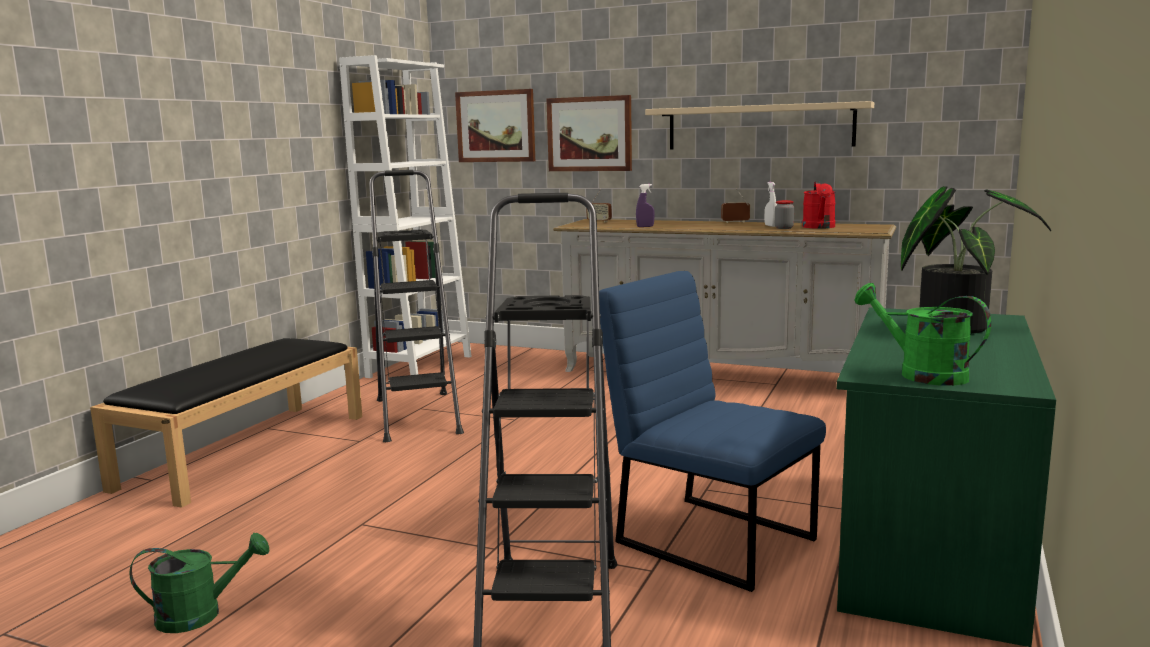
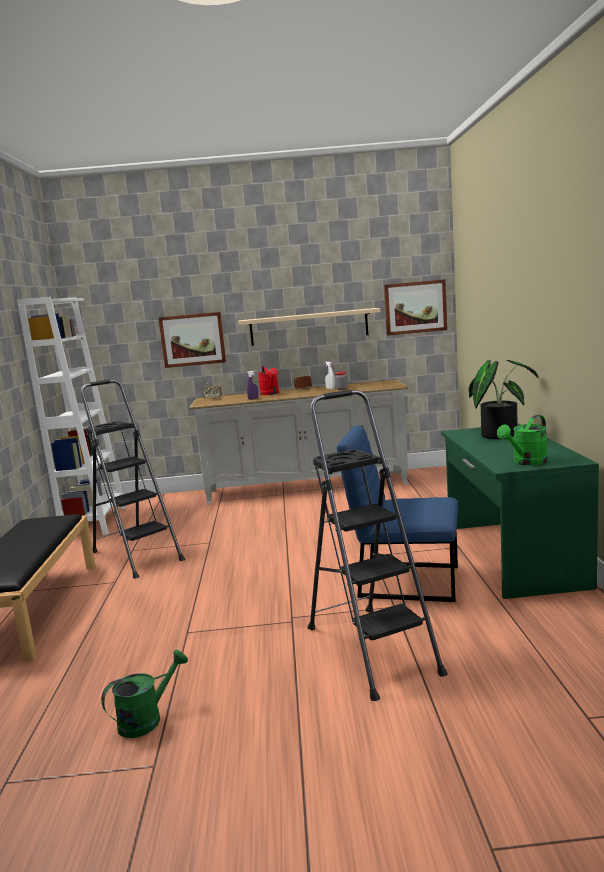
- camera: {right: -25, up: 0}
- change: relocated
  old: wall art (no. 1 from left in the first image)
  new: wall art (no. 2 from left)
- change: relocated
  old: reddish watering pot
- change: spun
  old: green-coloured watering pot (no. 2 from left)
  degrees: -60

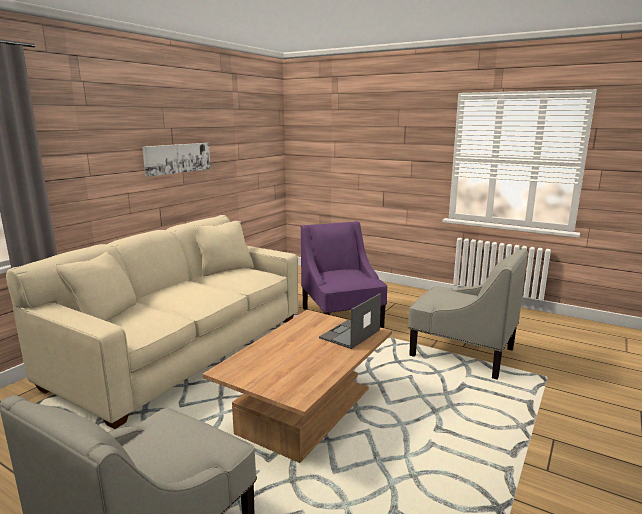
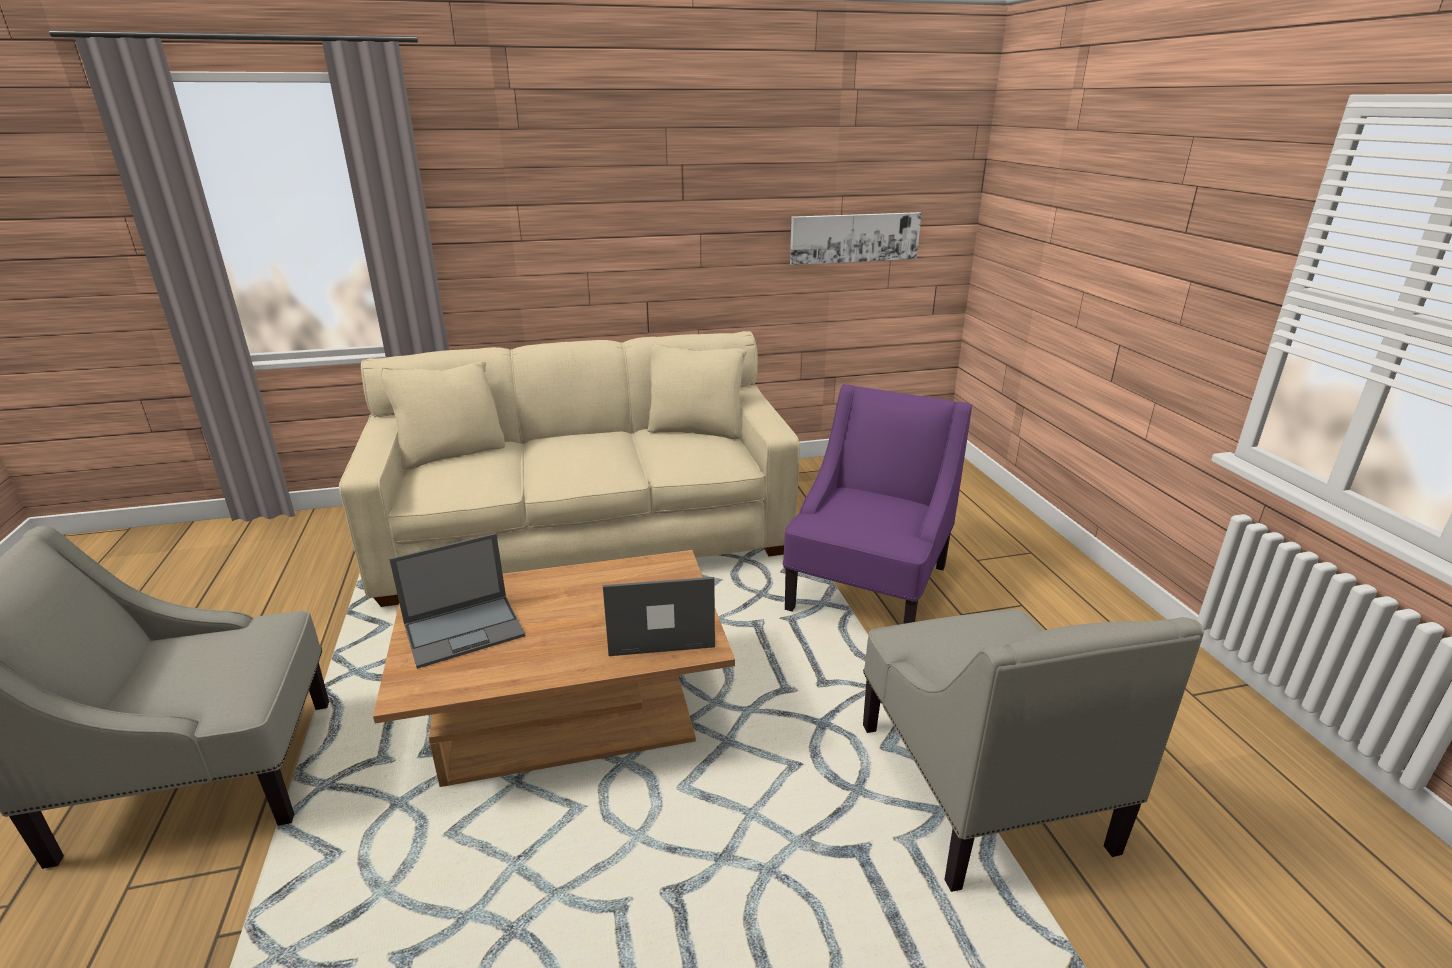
- camera: {right: 45, up: 10}
- change: relocated
  old: wall art
- change: appeared
  new: laptop (no. 1 from left)

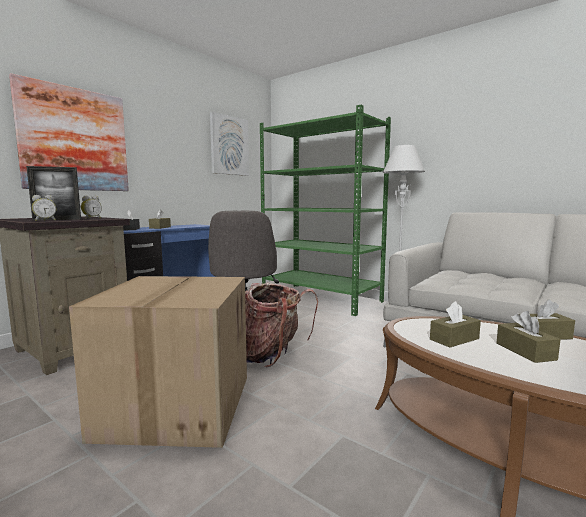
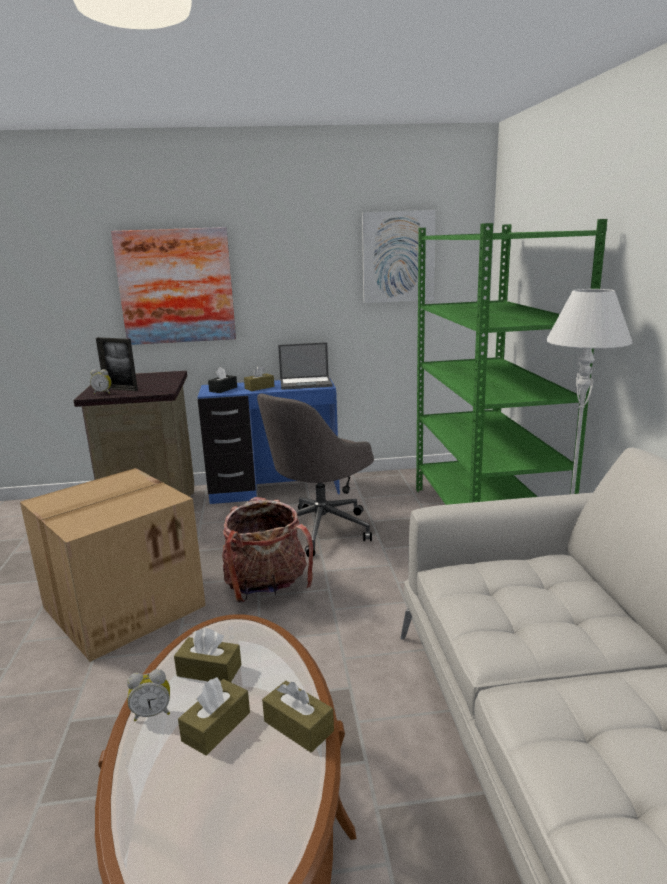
- camera: {right: 45, up: 10}
- change: relocated
  old: bedside clock (no. 2 from left)
- change: appeared
  new: laptop

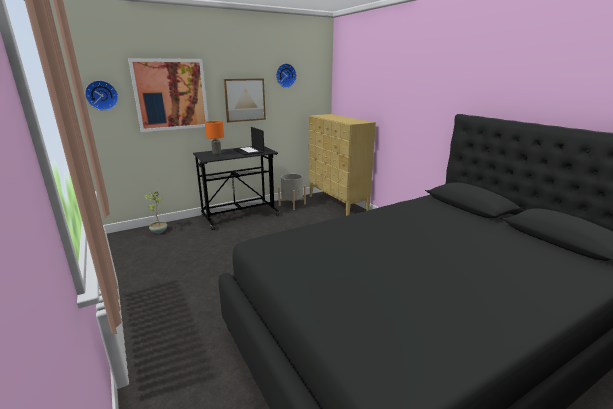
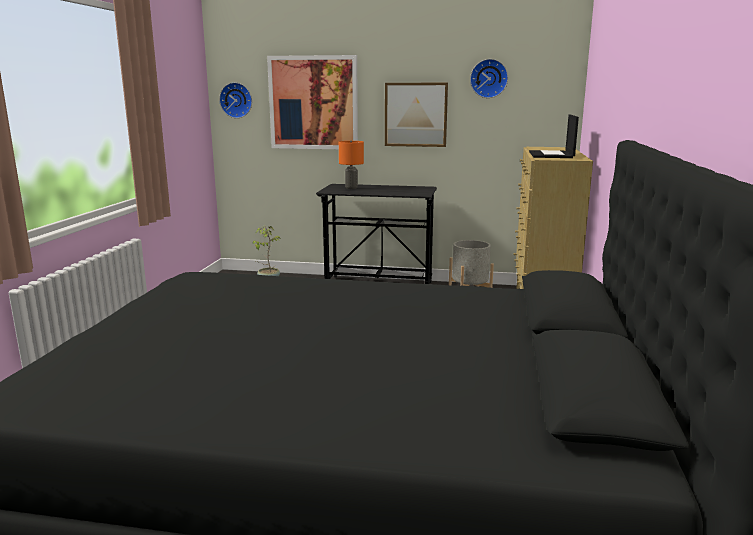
- camera: {right: 40, up: -5}
- change: relocated
  old: laptop

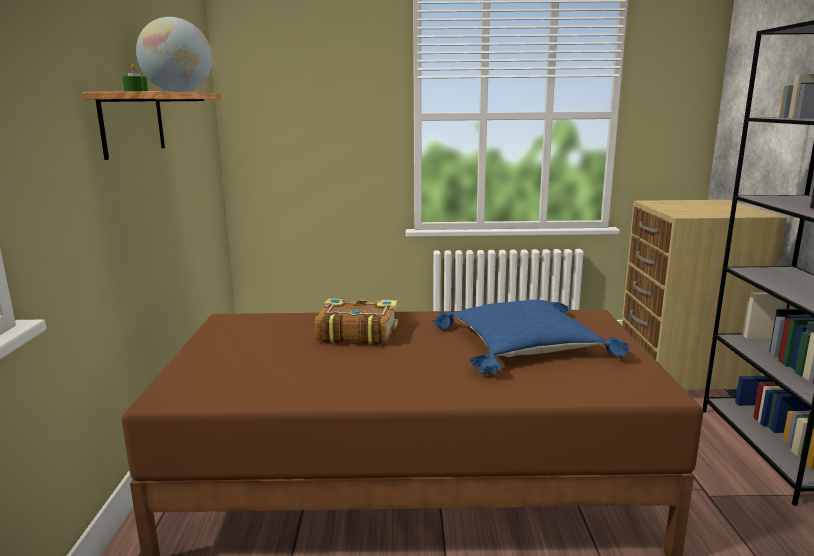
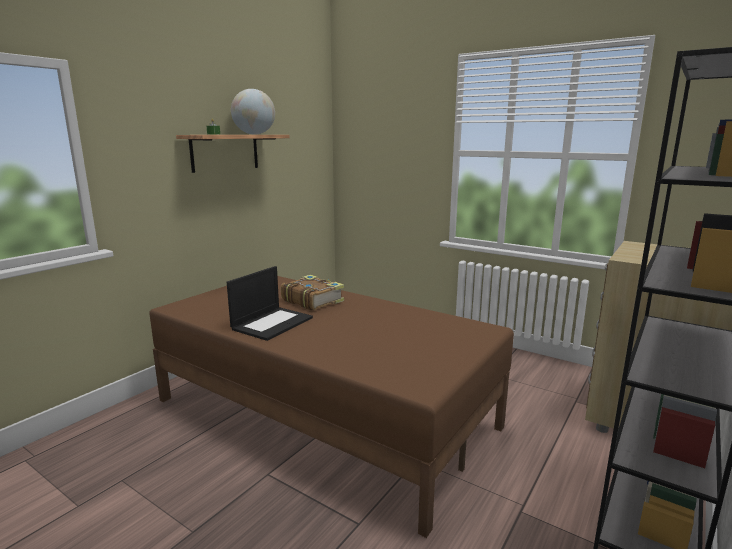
- camera: {right: 35, up: 0}
- change: missing
  old: bluish pillow
- change: appeared
  new: laptop

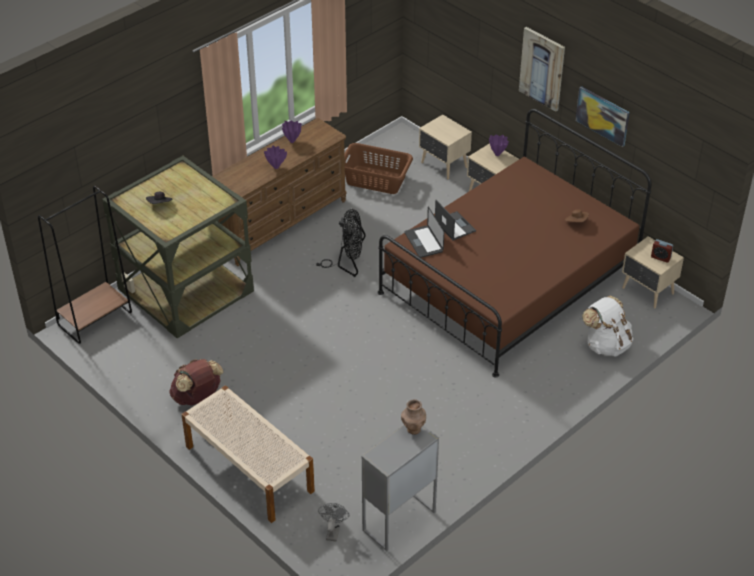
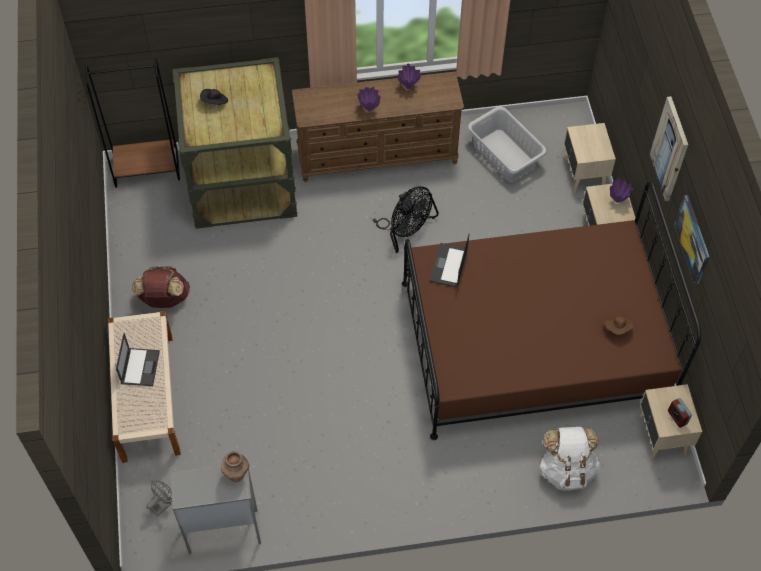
- camera: {right: 35, up: 15}
- change: colour
  old: brownish hamper
  new: gray hamper
- change: relocated
  old: laptop (no. 2 from left in the first image)
  new: laptop (no. 1 from left)

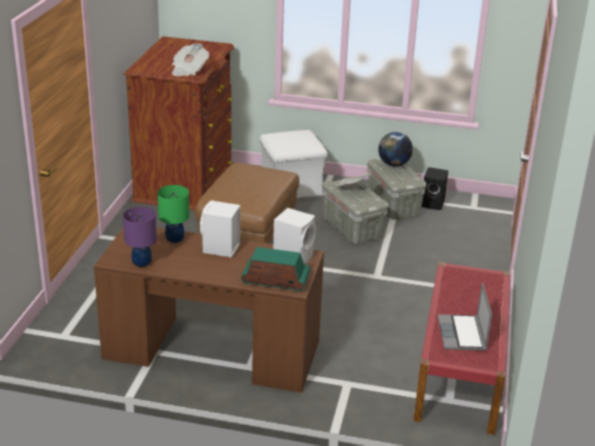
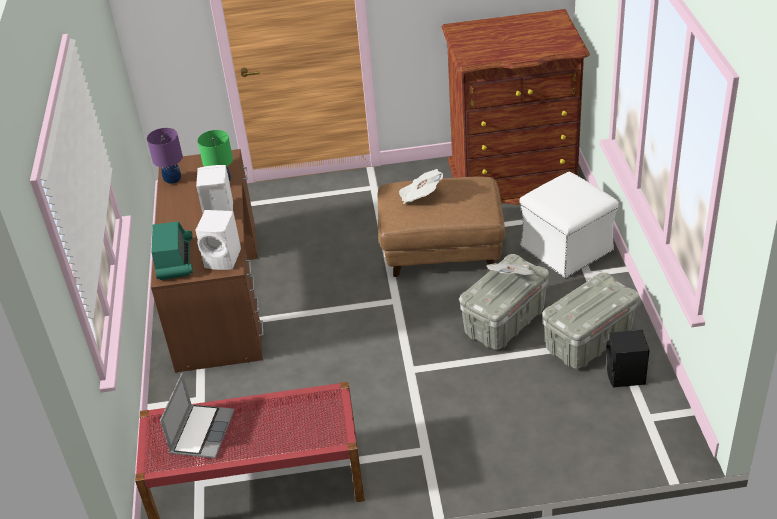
- camera: {right: 75, up: 10}
- change: relocated
  old: printed paper (no. 1 from left)
- change: missing
  old: world globe
- change: spun
  old: laptop
  degrees: 120

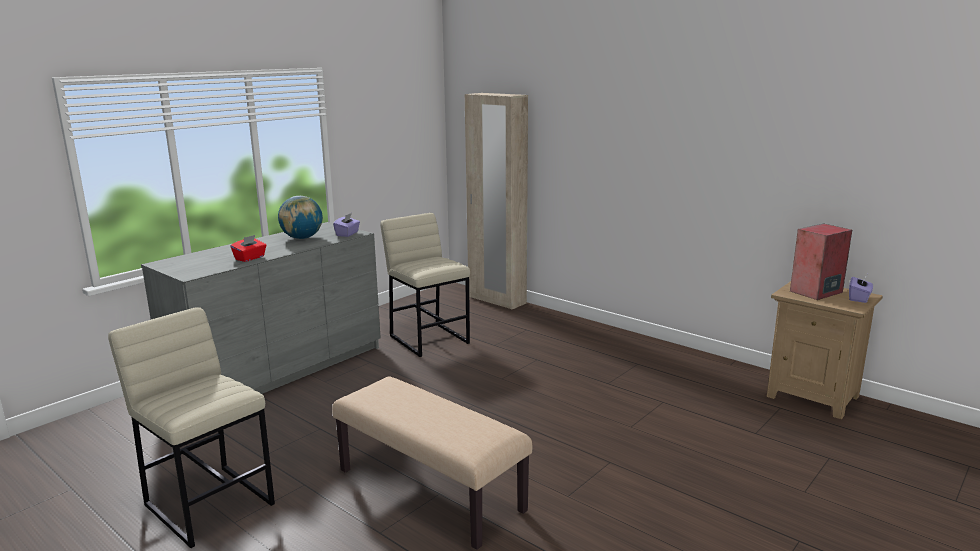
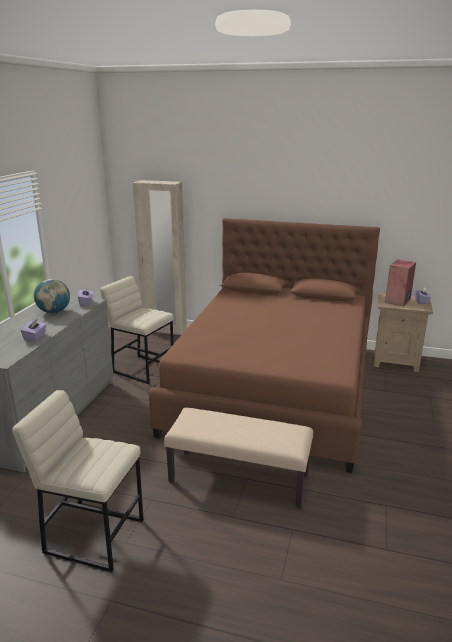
- camera: {right: -25, up: 5}
- change: colour
  old: reddish tissue holder
  new: purplish tissue holder (no. 1 from left)
- change: appeared
  new: brownish bed

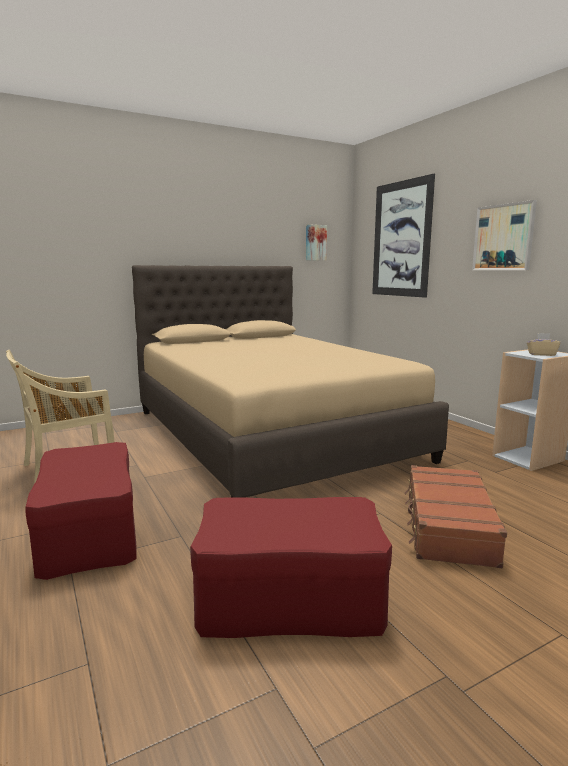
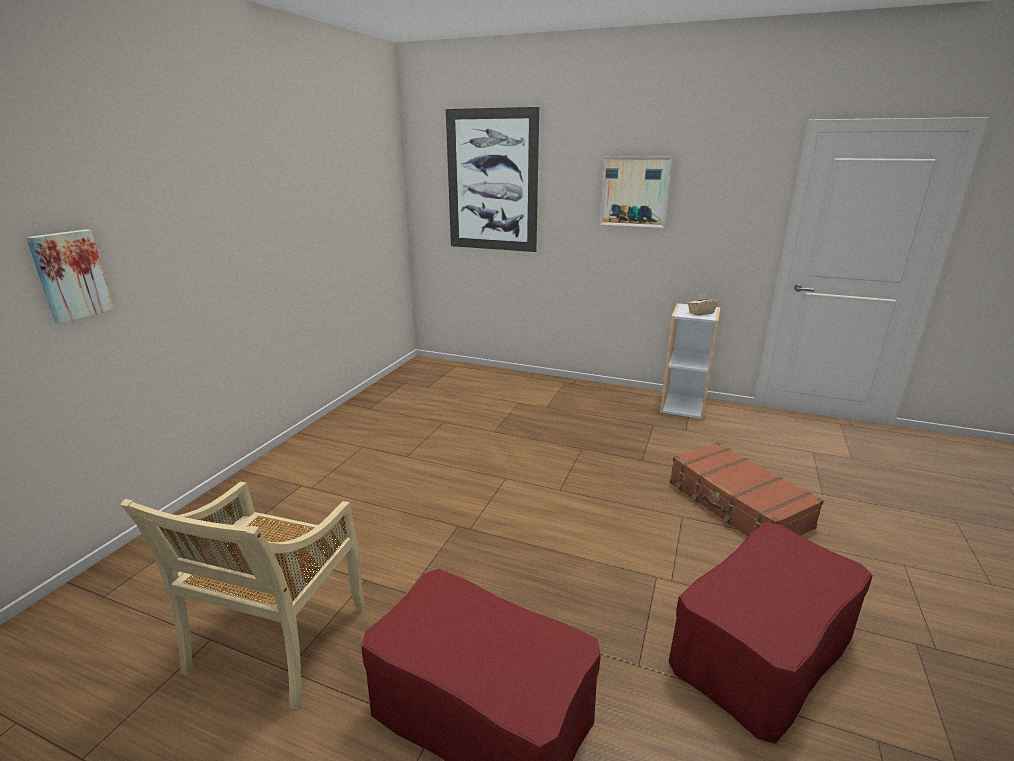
- camera: {right: -40, up: 10}
- change: relocated
  old: wall art (no. 1 from left)
- change: missing
  old: sand-coloured bed

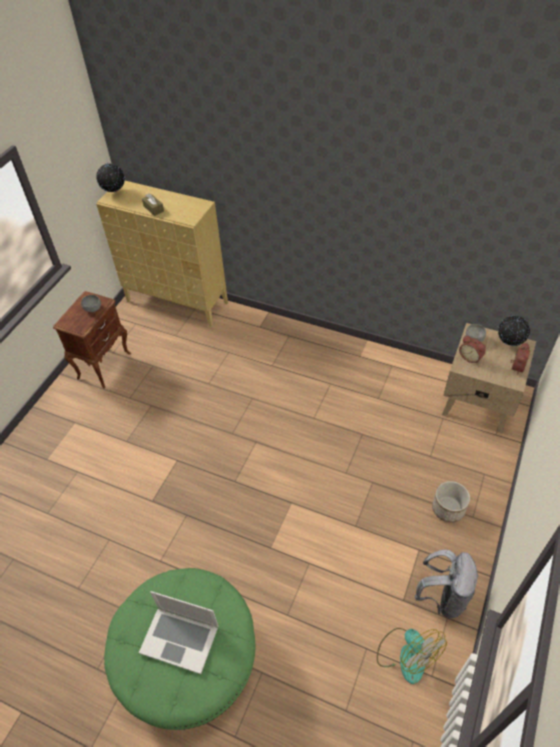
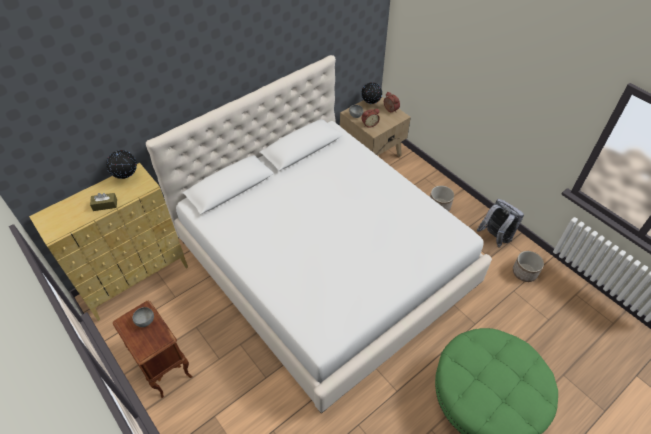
- camera: {right: -65, up: 0}
- change: relocated
  old: world globe (no. 1 from left)
- change: missing
  old: laptop
- change: exchanged
  old: fan
  new: plant pot (no. 2 from left)
- change: appeared
  new: whitish bed

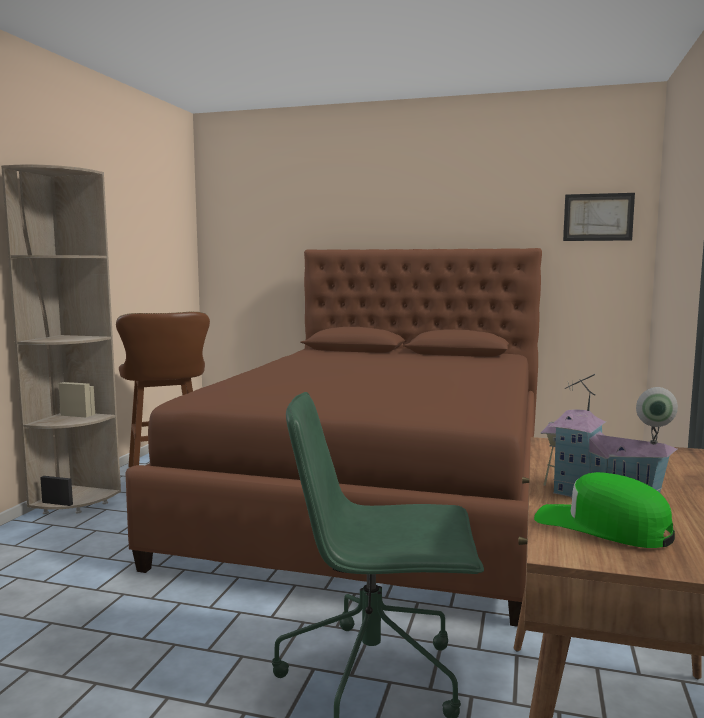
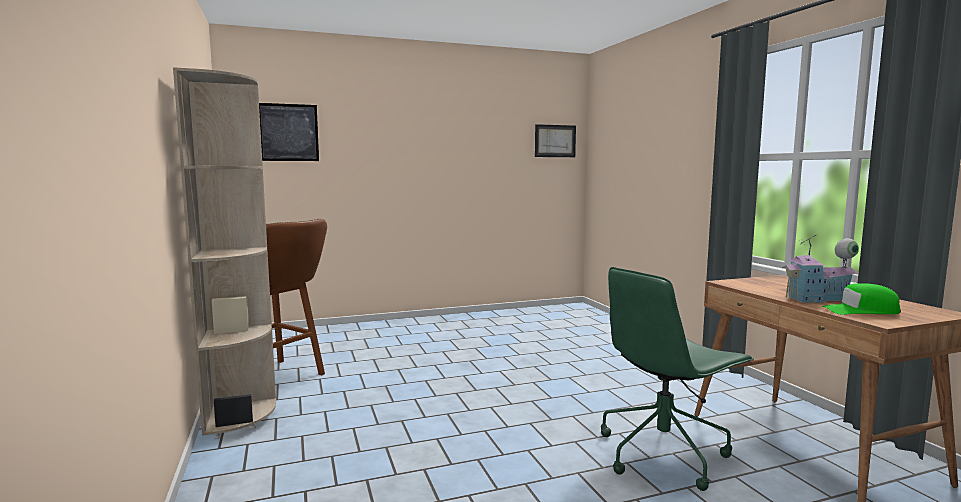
- camera: {right: -35, up: 0}
- change: missing
  old: brownish bed
- change: appeared
  new: wall art (no. 1 from left)

